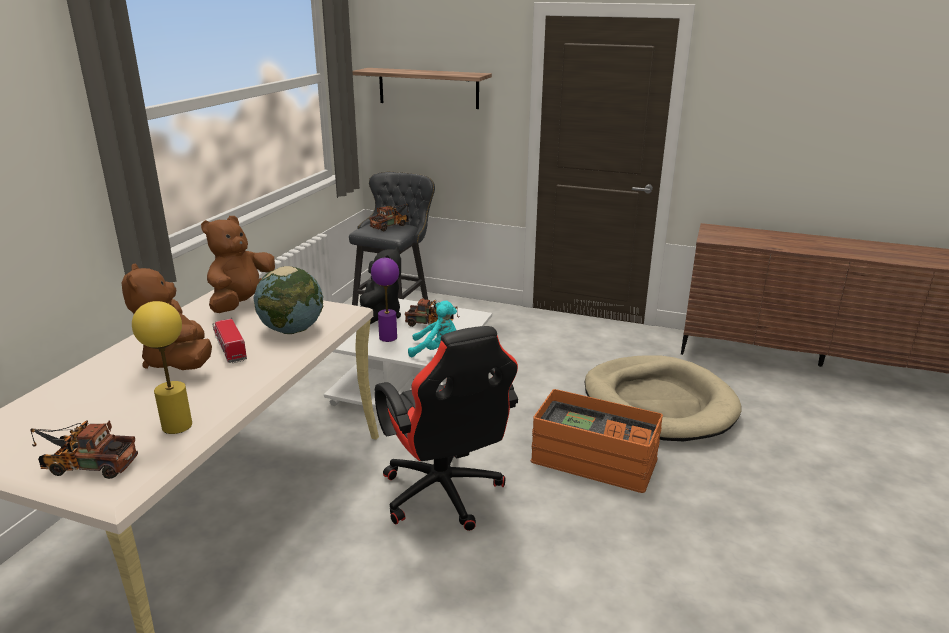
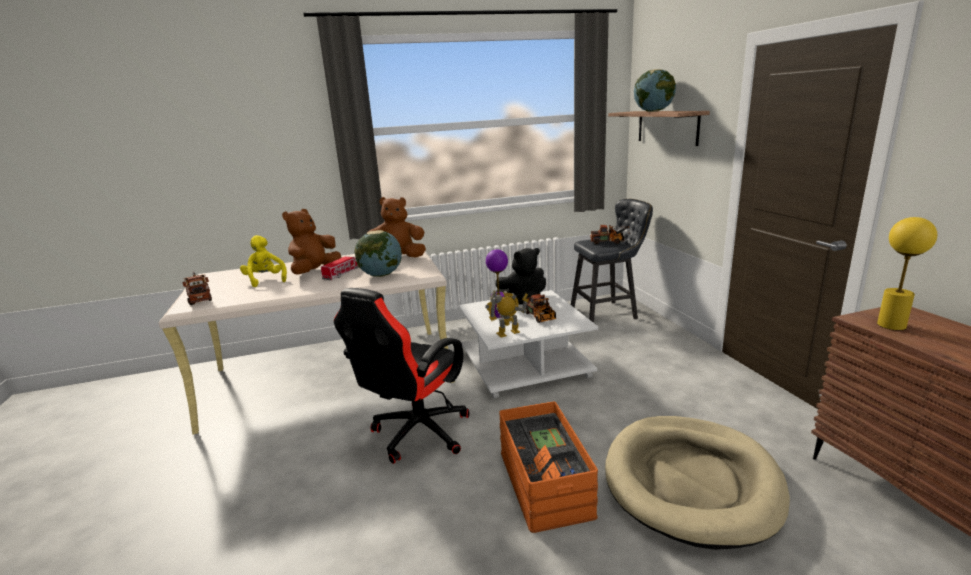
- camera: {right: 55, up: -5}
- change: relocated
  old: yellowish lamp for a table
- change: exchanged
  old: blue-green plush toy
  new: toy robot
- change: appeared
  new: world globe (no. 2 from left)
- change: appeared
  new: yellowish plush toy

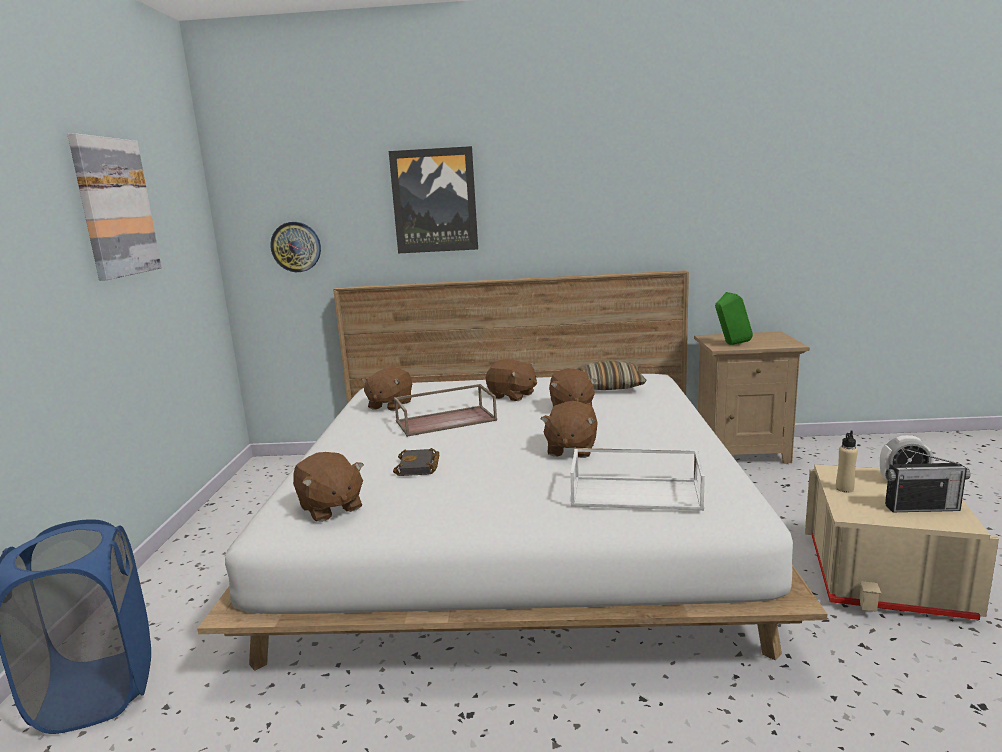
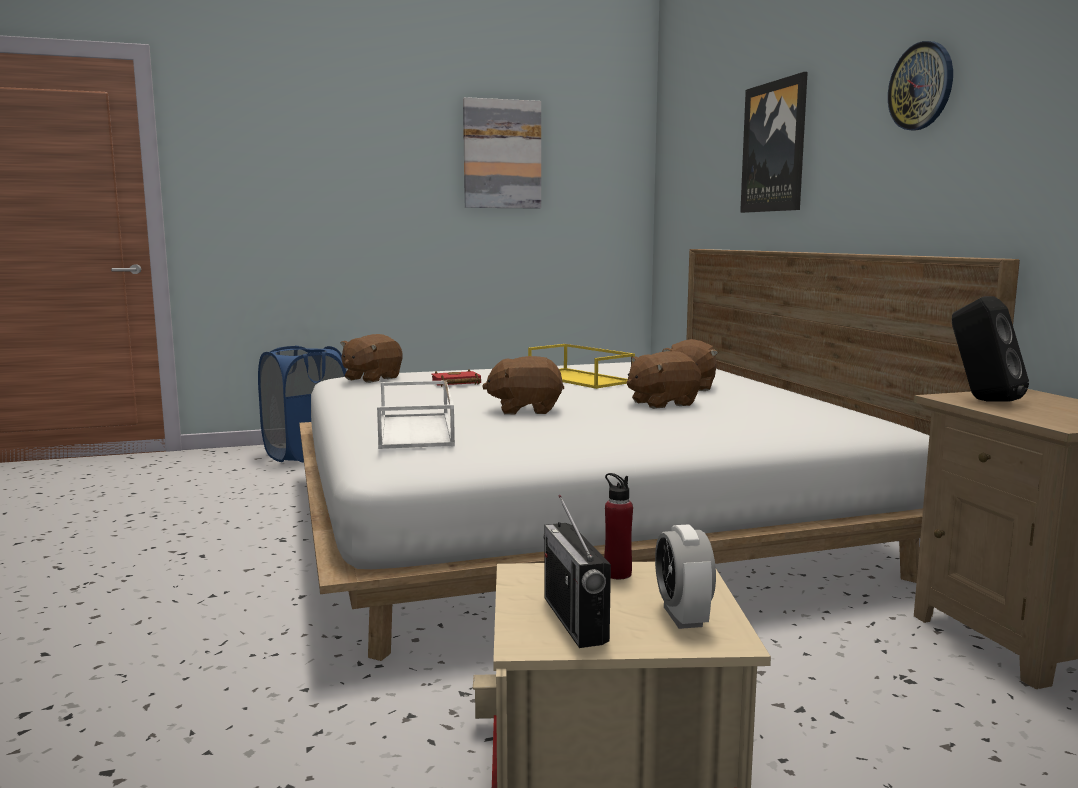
- camera: {right: 70, up: -5}
- change: relocated
  old: wall clock
- change: colour
  old: green-coloured loudspeaker
  new: black-coloured loudspeaker
- change: missing
  old: pillow
- change: missing
  old: brownish plush toy (no. 2 from left)
- change: colour
  old: brownish carrying tray
  new: yellowish carrying tray
- change: colour
  old: sand-coloured drink bottle
  new: reddish drink bottle
- change: colour
  old: black-coloured bound book
  new: reddish bound book

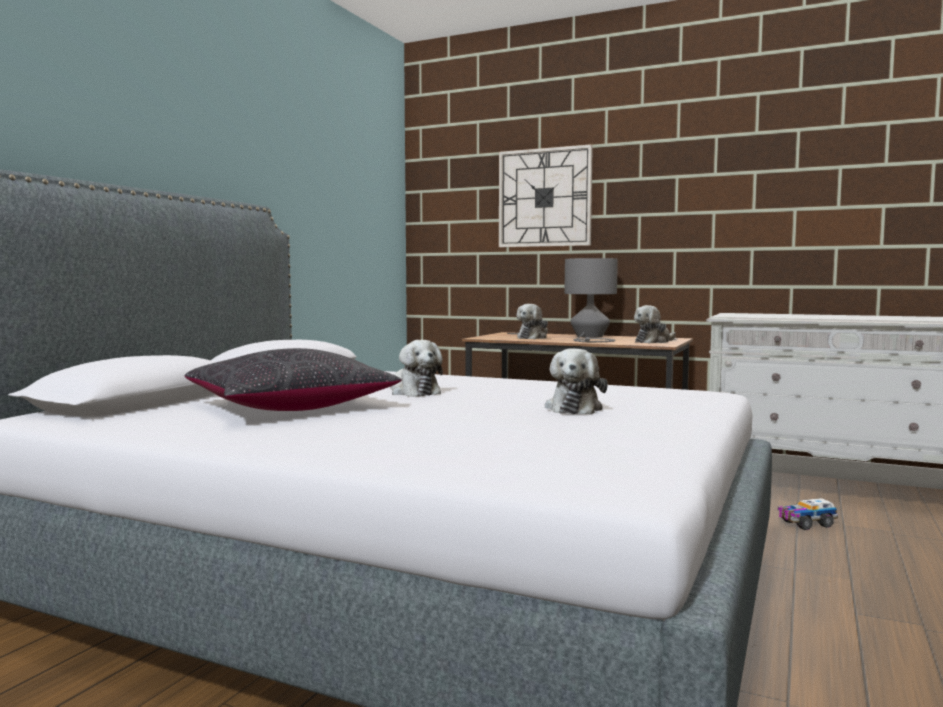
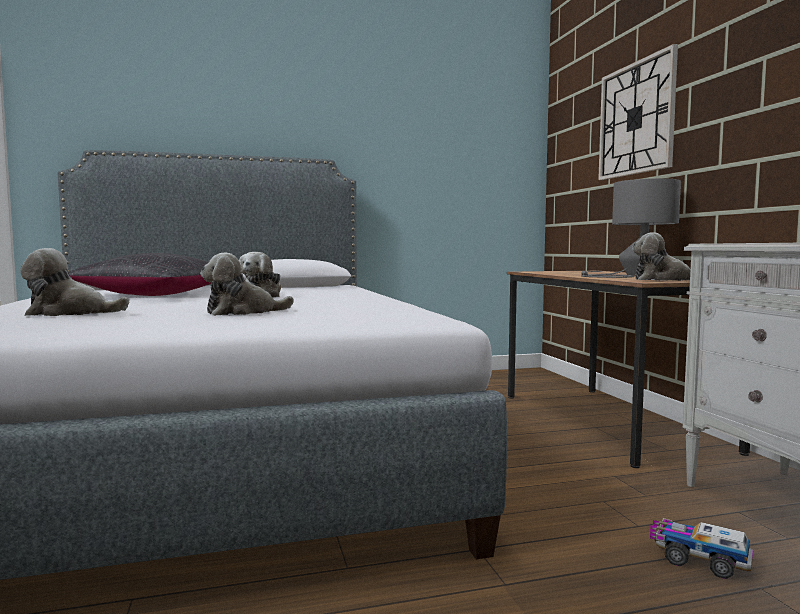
- camera: {right: 50, up: 0}
- change: relocated
  old: plush toy (no. 2 from left in the first image)
  new: plush toy (no. 1 from left)

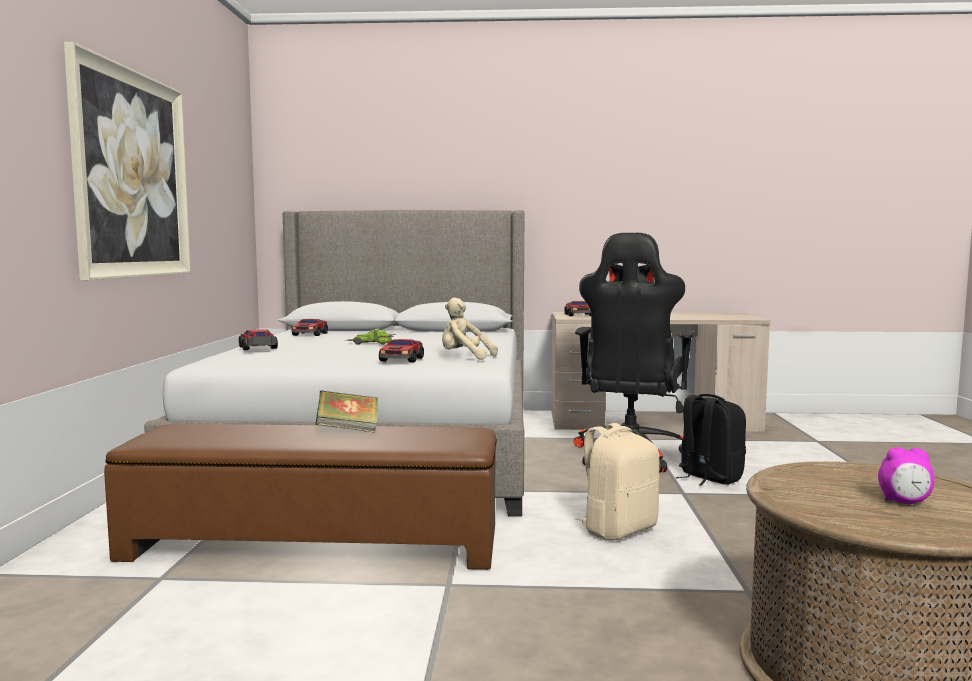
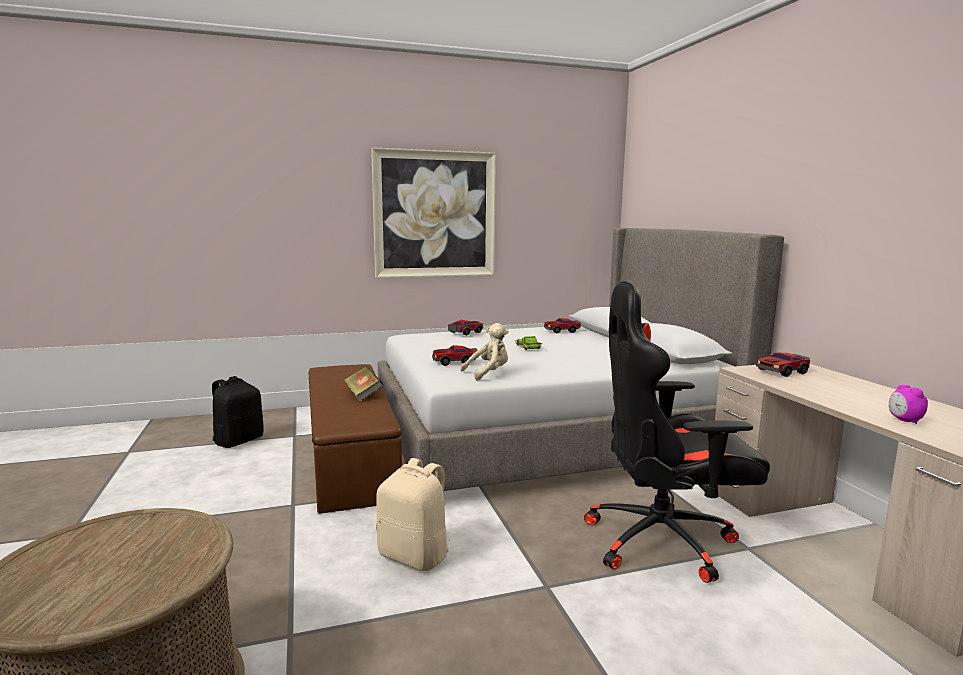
- camera: {right: 70, up: 5}
- change: spun
  old: sand-coloured plush toy
  degrees: 60
- change: relocated
  old: black-coloured knapsack
- change: relocated
  old: bedside clock

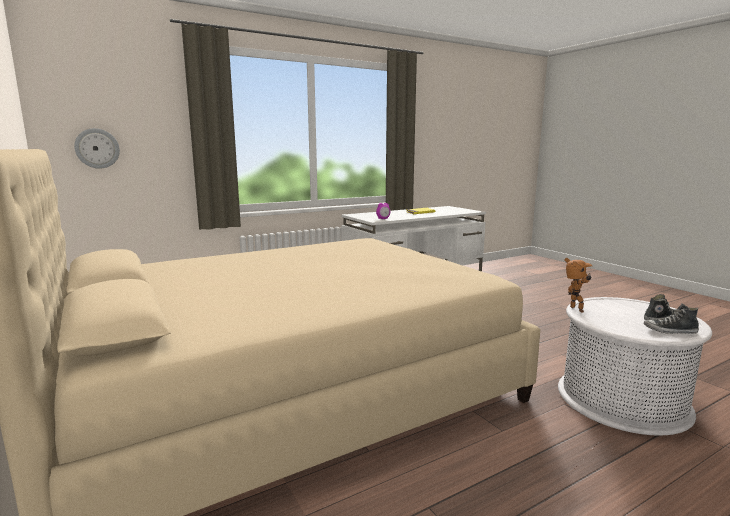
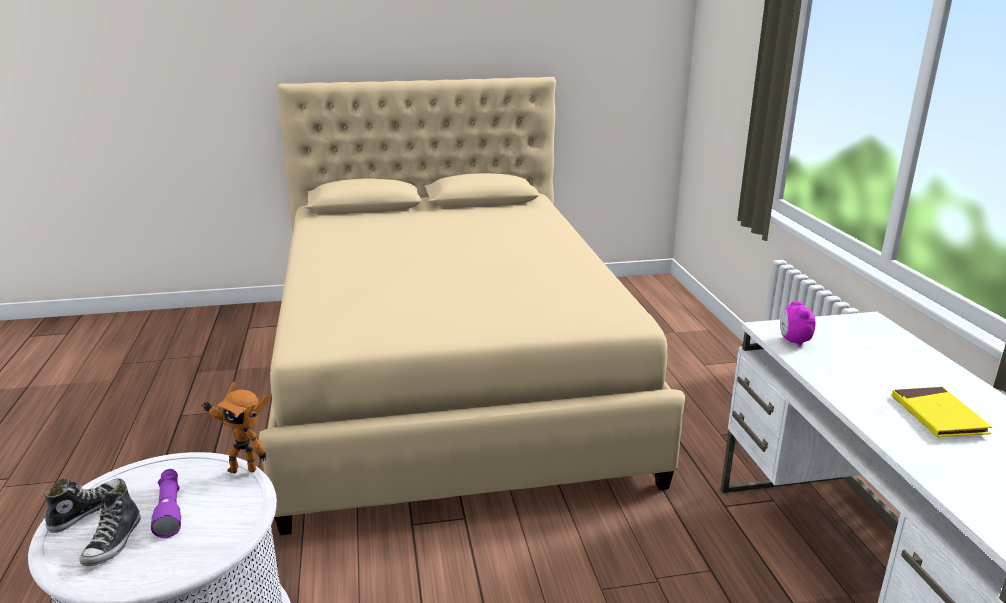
- camera: {right: 110, up: 10}
- change: missing
  old: wall clock
- change: appeared
  new: purplish torch

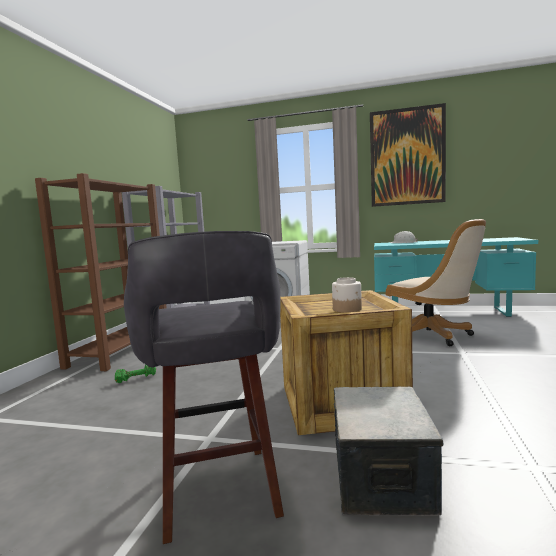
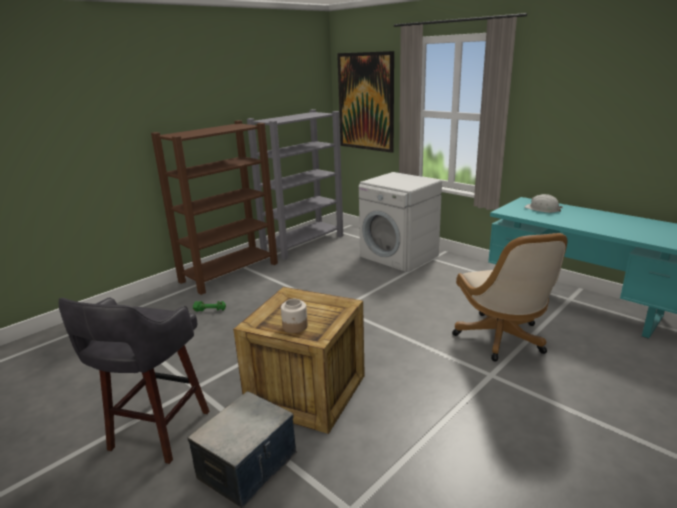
- camera: {right: 30, up: 15}
- change: relocated
  old: wall art

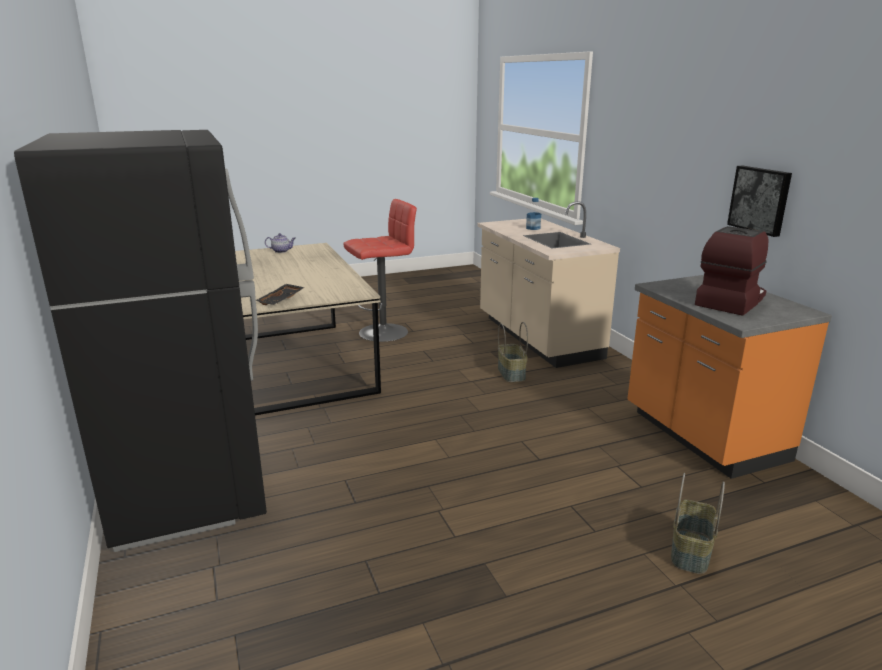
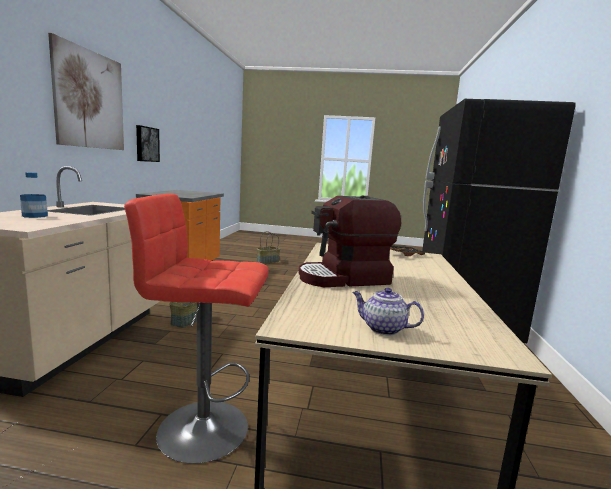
- camera: {right: -150, up: -10}
- change: relocated
  old: coffee machine
- change: appeared
  new: wall art (no. 1 from left)

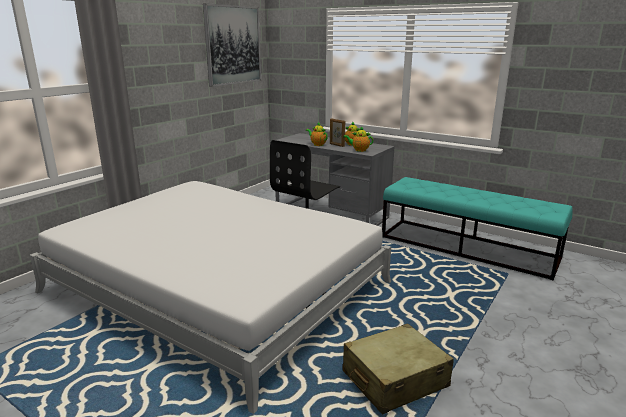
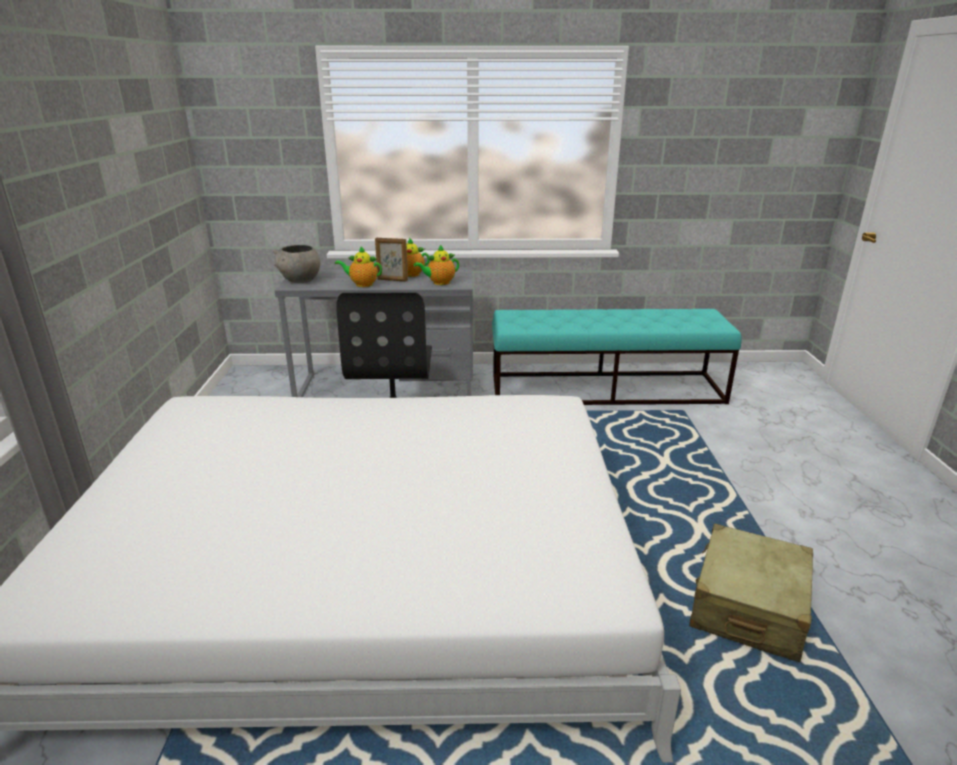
- camera: {right: -35, up: 5}
- change: missing
  old: wall art
- change: appeared
  new: gray bowl

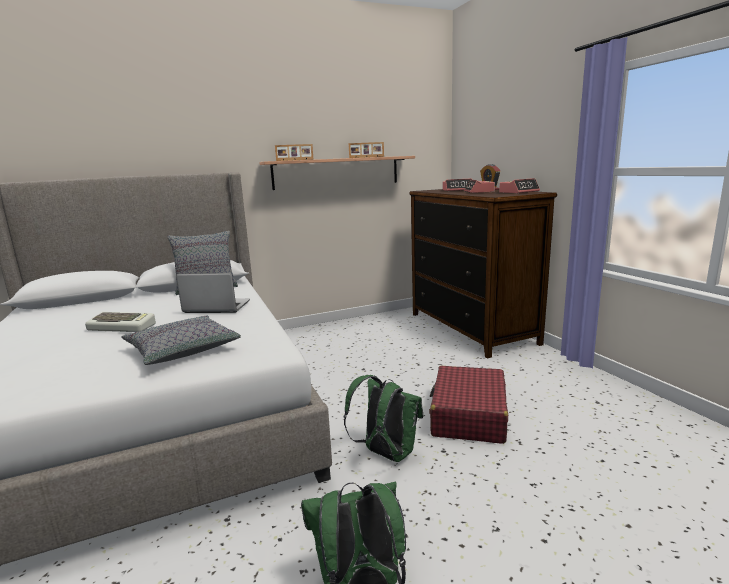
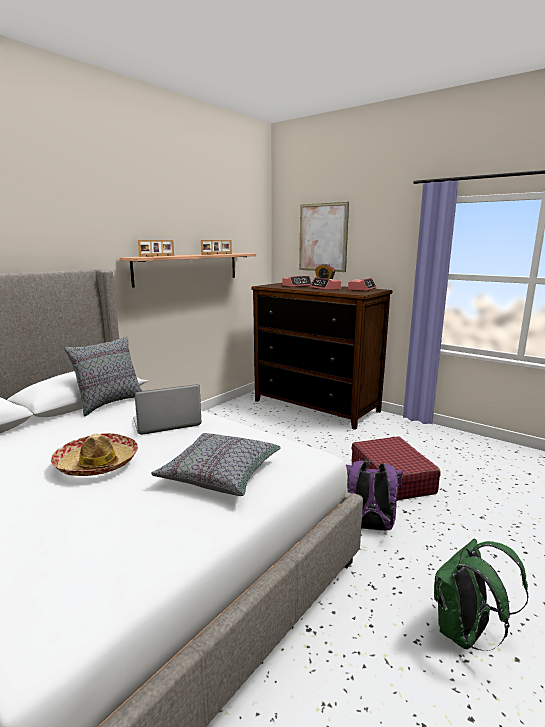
- camera: {right: -30, up: 0}
- change: exchanged
  old: keyboard
  new: clothing hat
- change: colour
  old: green-coloured knapsack (no. 2 from left)
  new: purplish knapsack
- change: appeared
  new: wall art

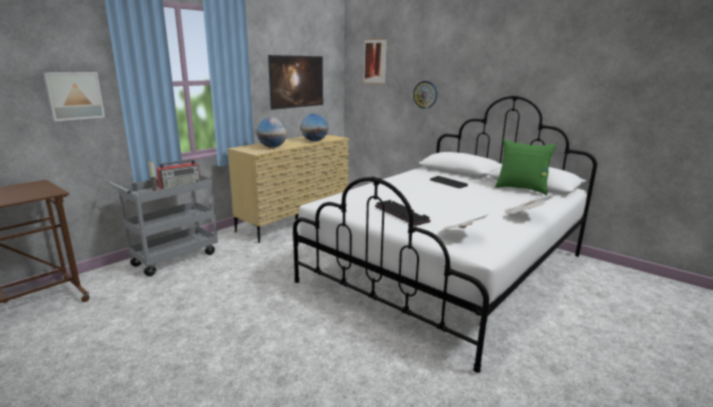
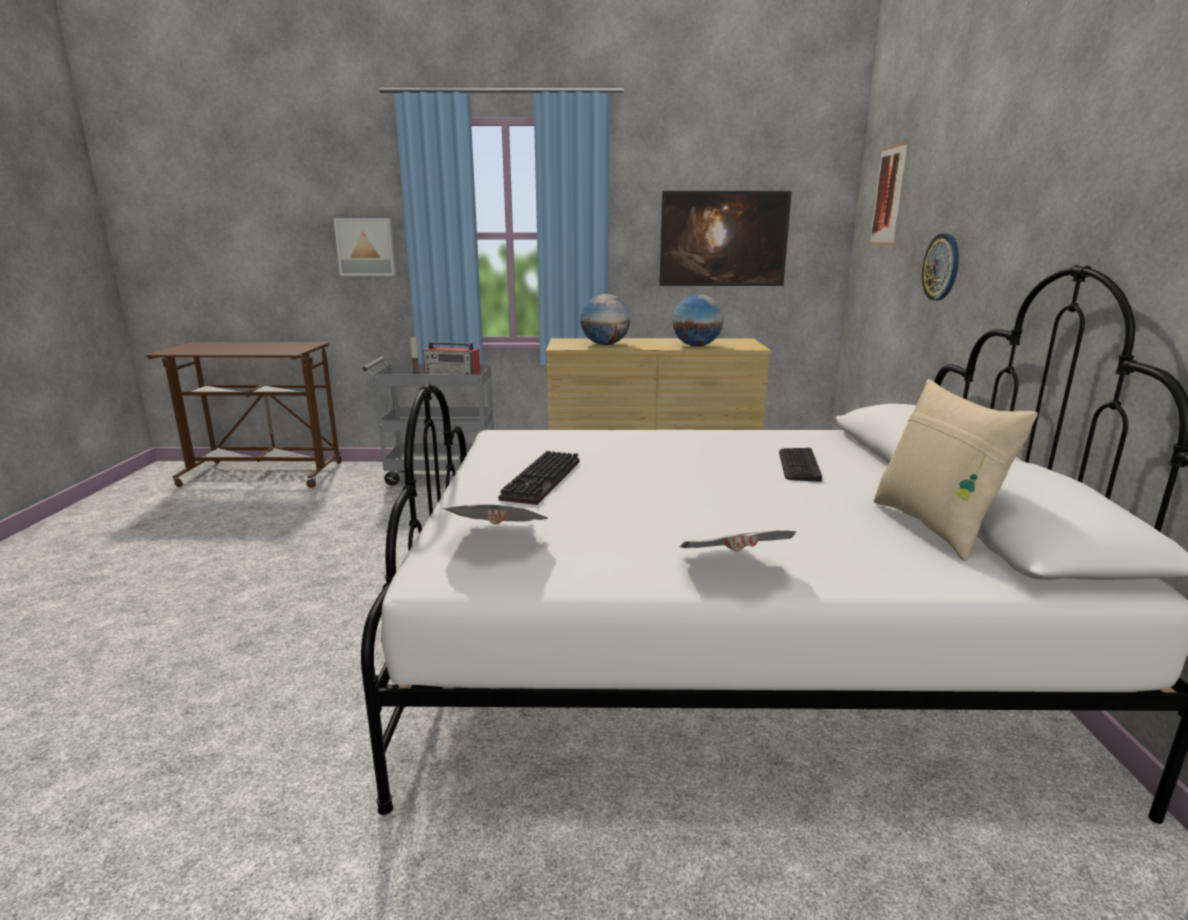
- camera: {right: 50, up: 0}
- change: colour
  old: green-coloured pillow
  new: sand-coloured pillow

